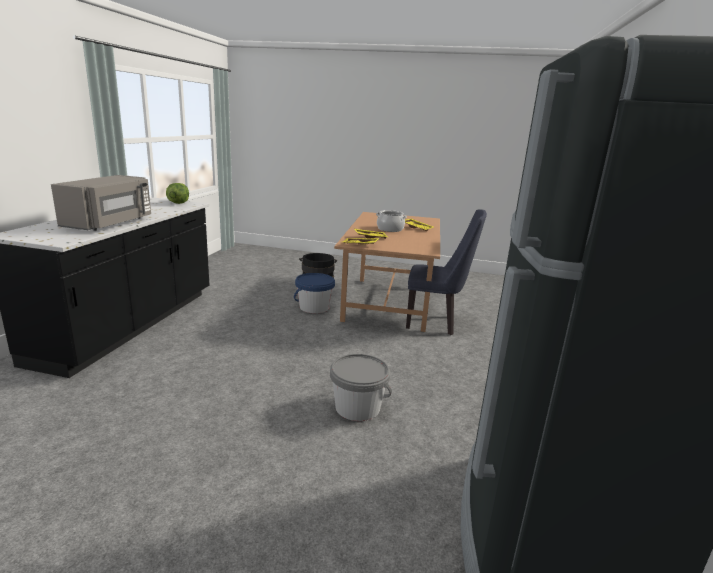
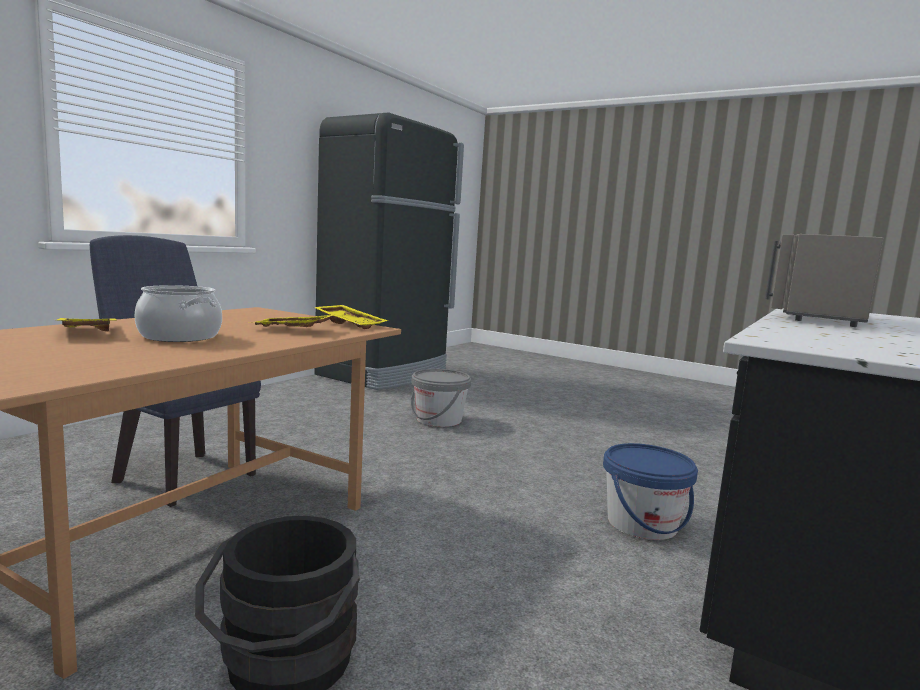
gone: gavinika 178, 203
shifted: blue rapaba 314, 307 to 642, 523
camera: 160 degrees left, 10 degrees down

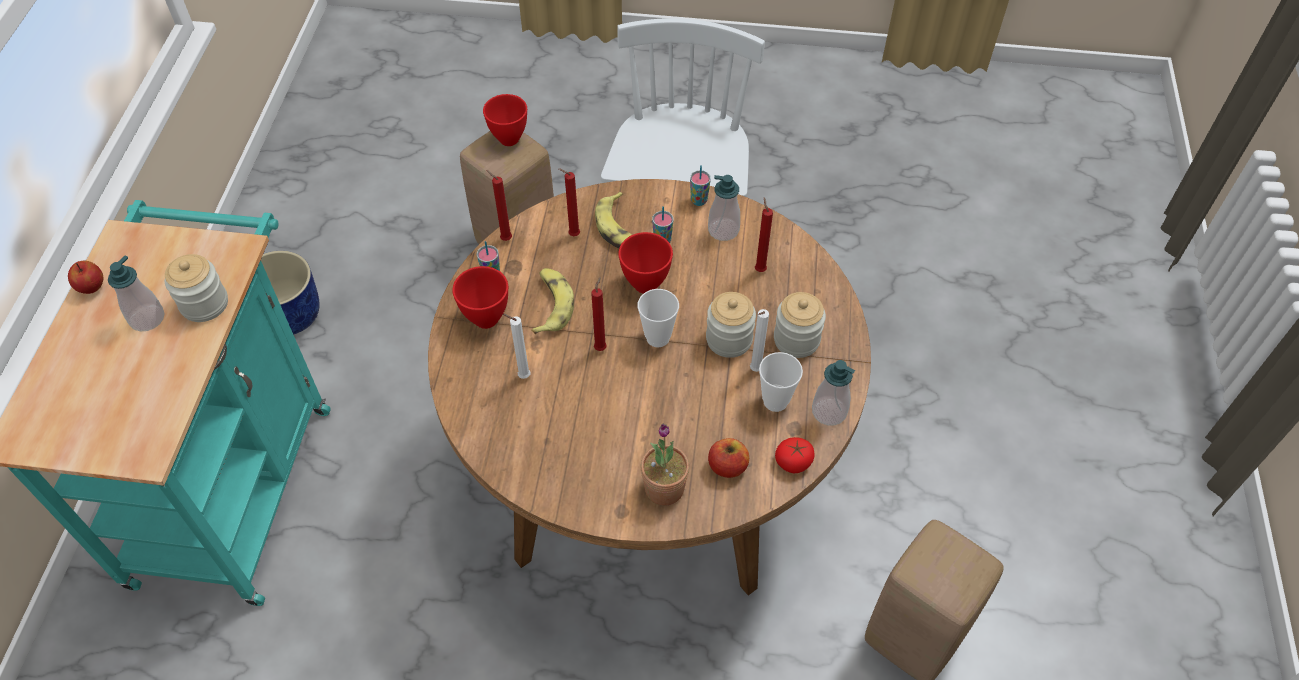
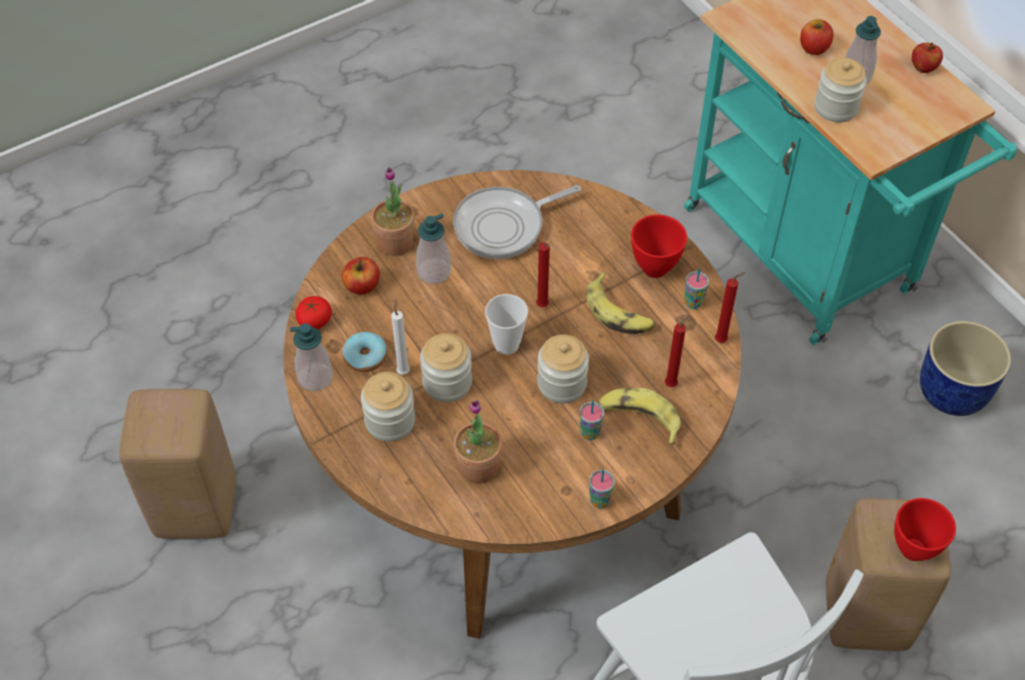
gone: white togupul 522, 376
new: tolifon 814, 48; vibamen 504, 226
shifted: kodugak 723, 230 to 434, 271
swapped: red togupul 759, 269 to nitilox 478, 467; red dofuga 647, 284 to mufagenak 562, 383; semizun 775, 401 to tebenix 365, 357
camera: 140 degrees right, 0 degrees up

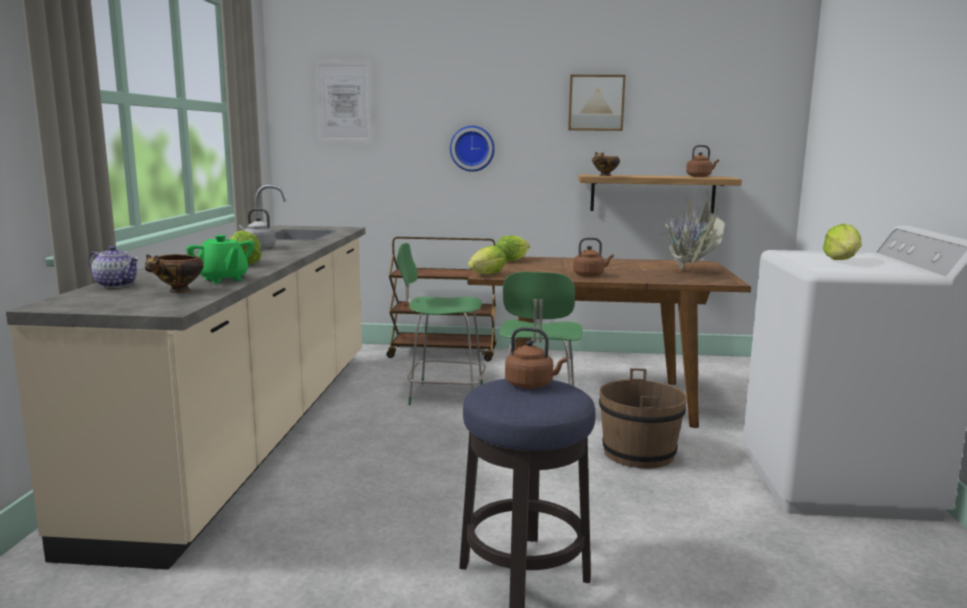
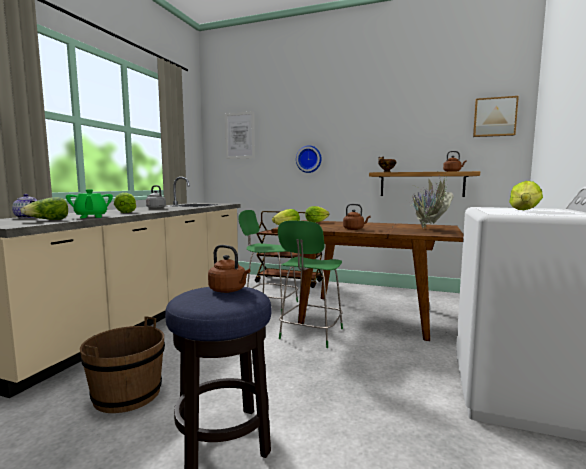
shifted: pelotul 596, 103 to 494, 117; brown rapaba 639, 454 to 127, 395
swapped: dofuga 178, 291 to gavinika 48, 220
camera: 15 degrees right, 5 degrees down

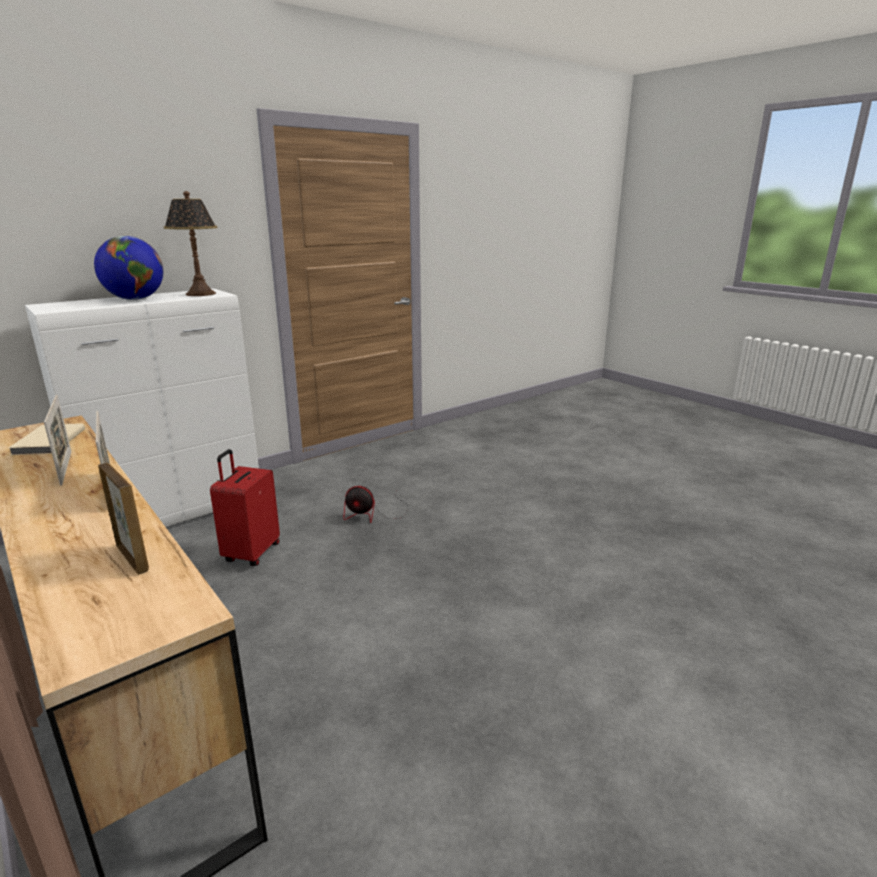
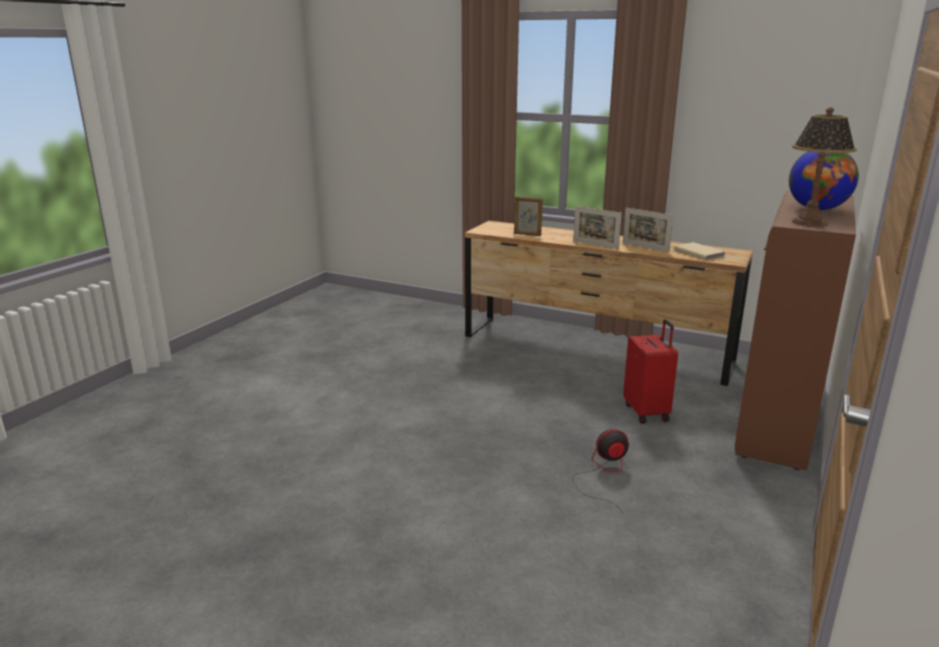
repainted: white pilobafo 177, 513 to brown pilobafo 776, 425
camera: 155 degrees right, 0 degrees up

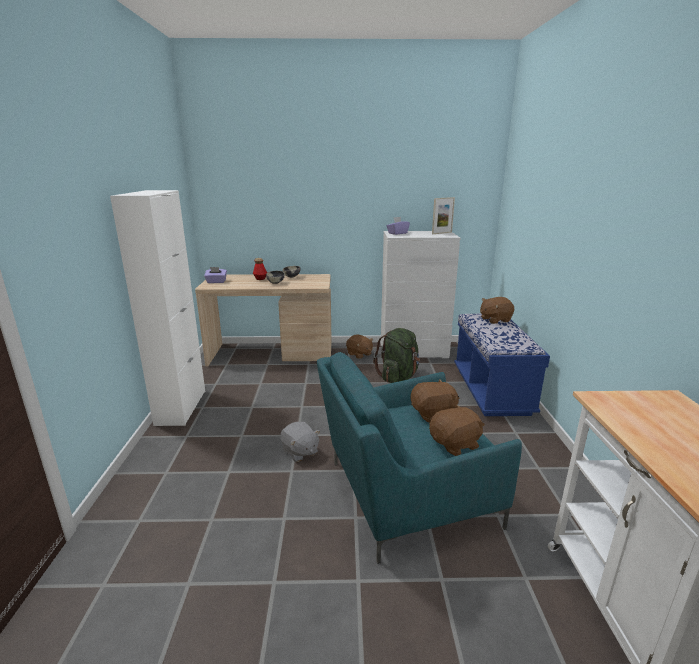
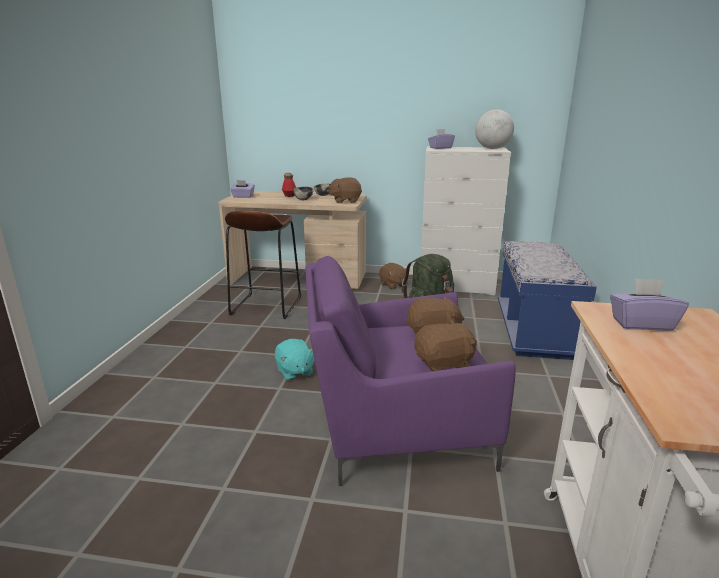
gone: white pilobafo 181, 407
new: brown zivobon 266, 306; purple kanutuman 641, 324
shifted: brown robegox 494, 319 to 345, 201
swapped: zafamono 442, 233 to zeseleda 492, 148
repainted: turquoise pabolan 404, 494 to purple pabolan 393, 423; grey robegox 300, 452 to turquoise robegox 294, 372
camera: 10 degrees right, 0 degrees up

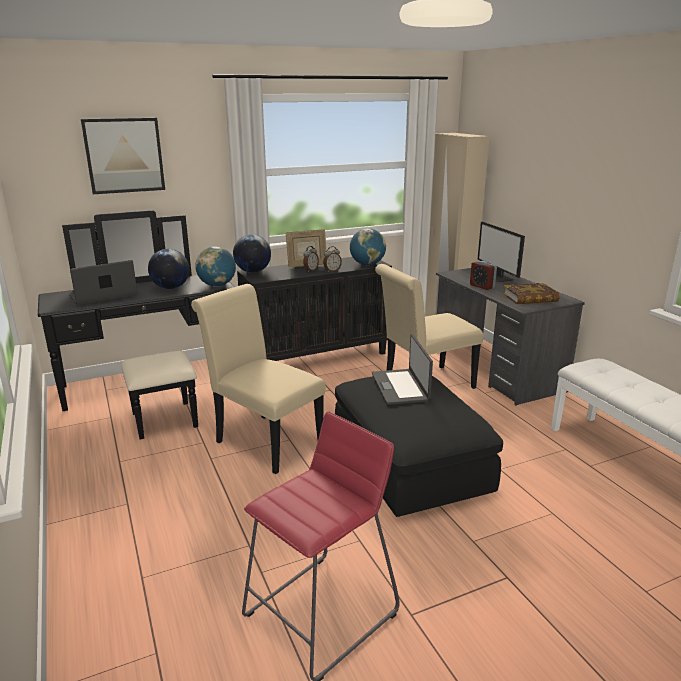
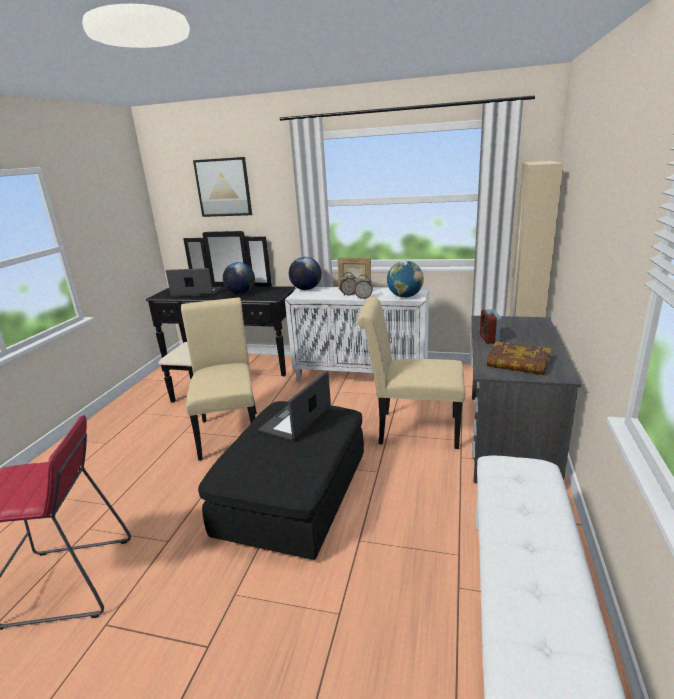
gone: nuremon 497, 277; zeseleda 217, 285
repainted: black pilobafo 317, 357 to white pilobafo 362, 375
camera: 40 degrees right, 0 degrees up

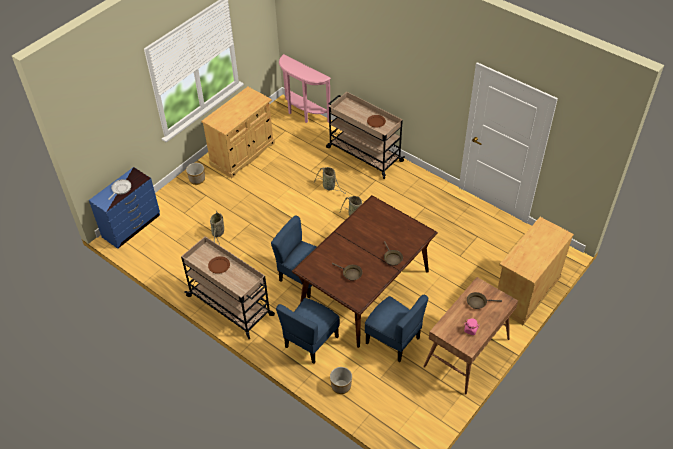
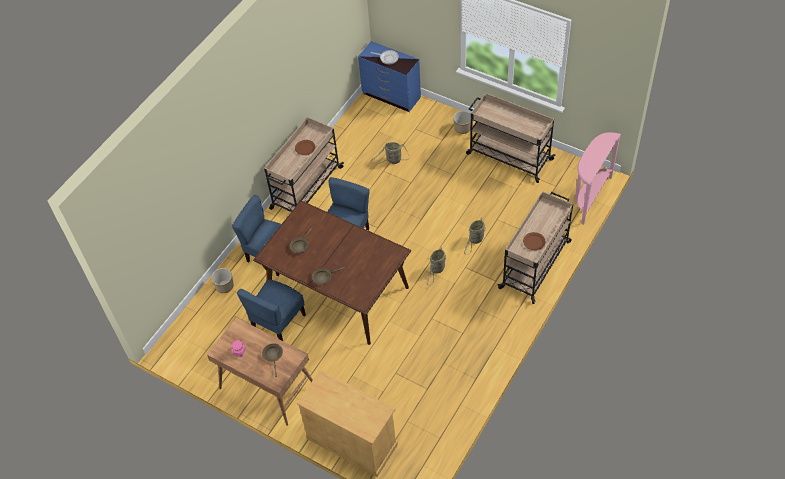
swapped: beige pilobafo 242, 154 to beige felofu 508, 156
camera: 85 degrees right, 5 degrees up

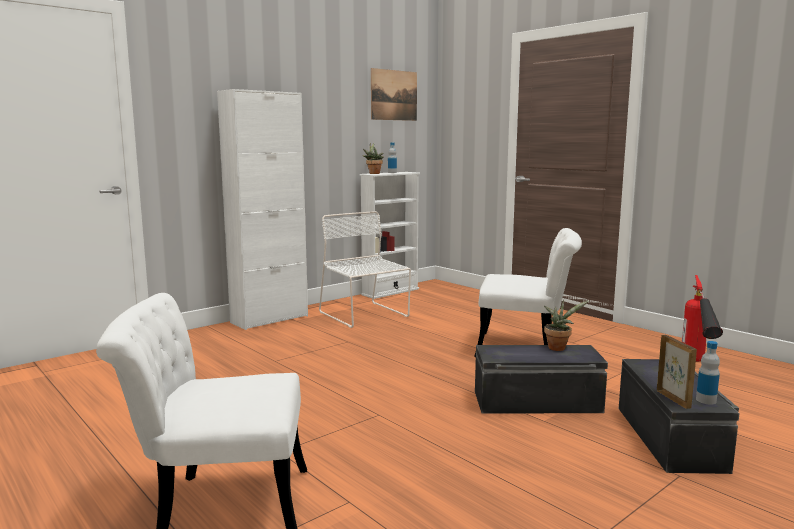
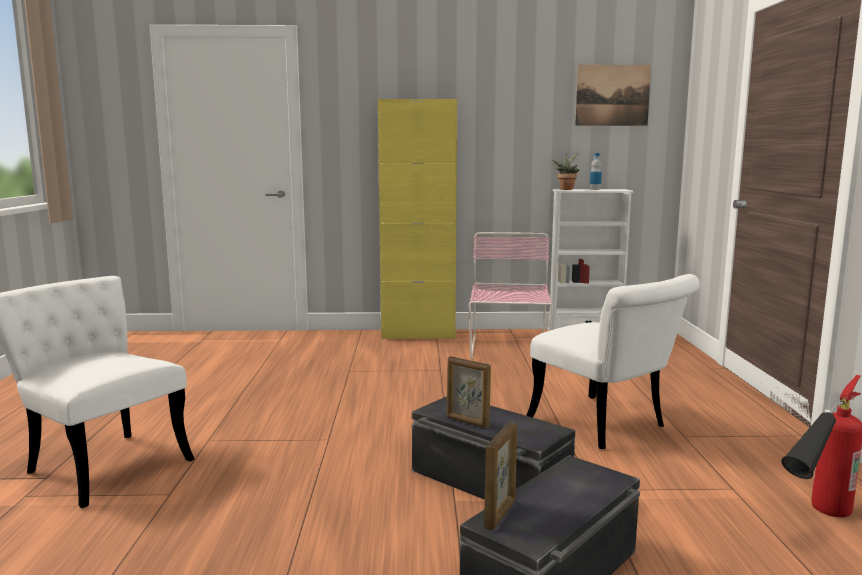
gone: nitilox 558, 347; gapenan 706, 400
new: zafamono 467, 422
repainted: white pilobafo 269, 319 to yellow pilobafo 418, 335; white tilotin 365, 315 to pink tilotin 508, 350
camera: 40 degrees right, 0 degrees up

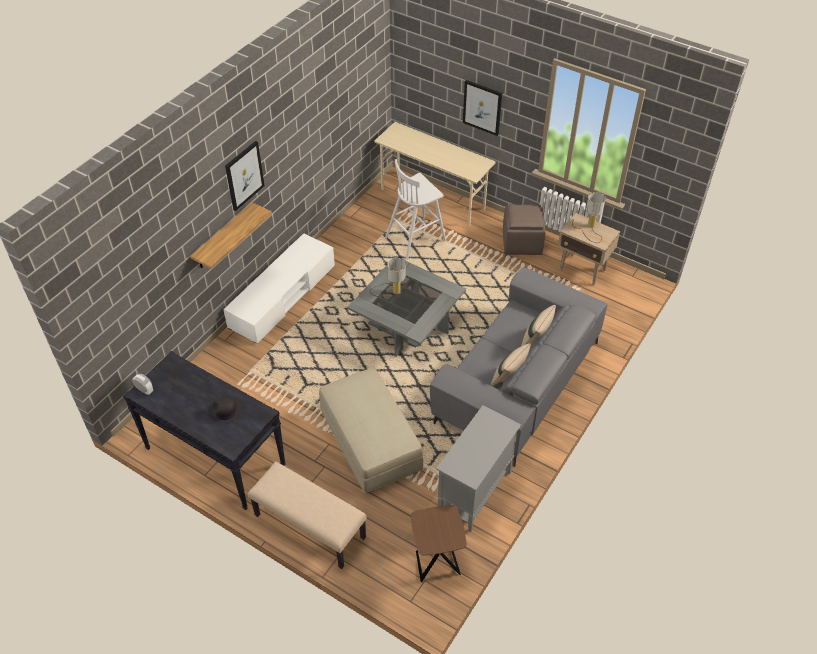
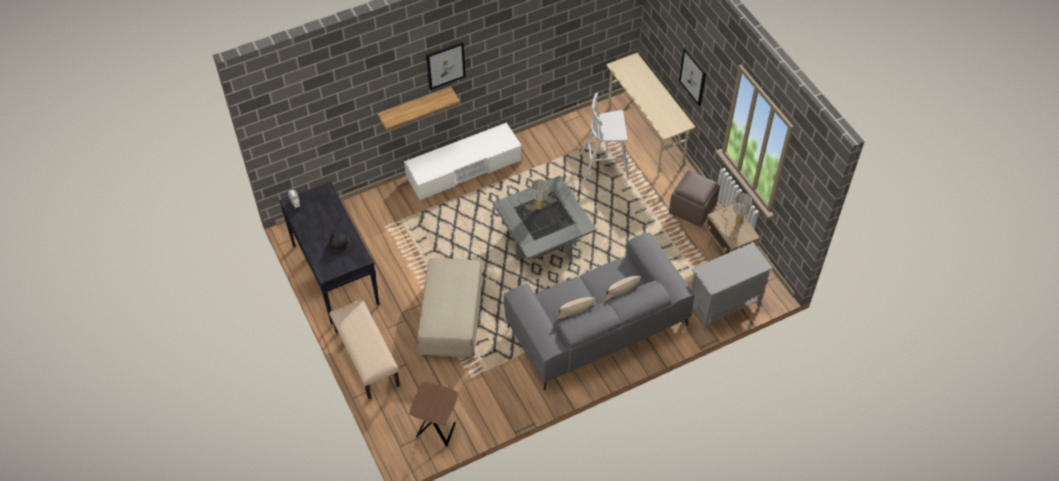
shifted: grey pilobafo 474, 493 to 722, 307
camera: 30 degrees right, 5 degrees up

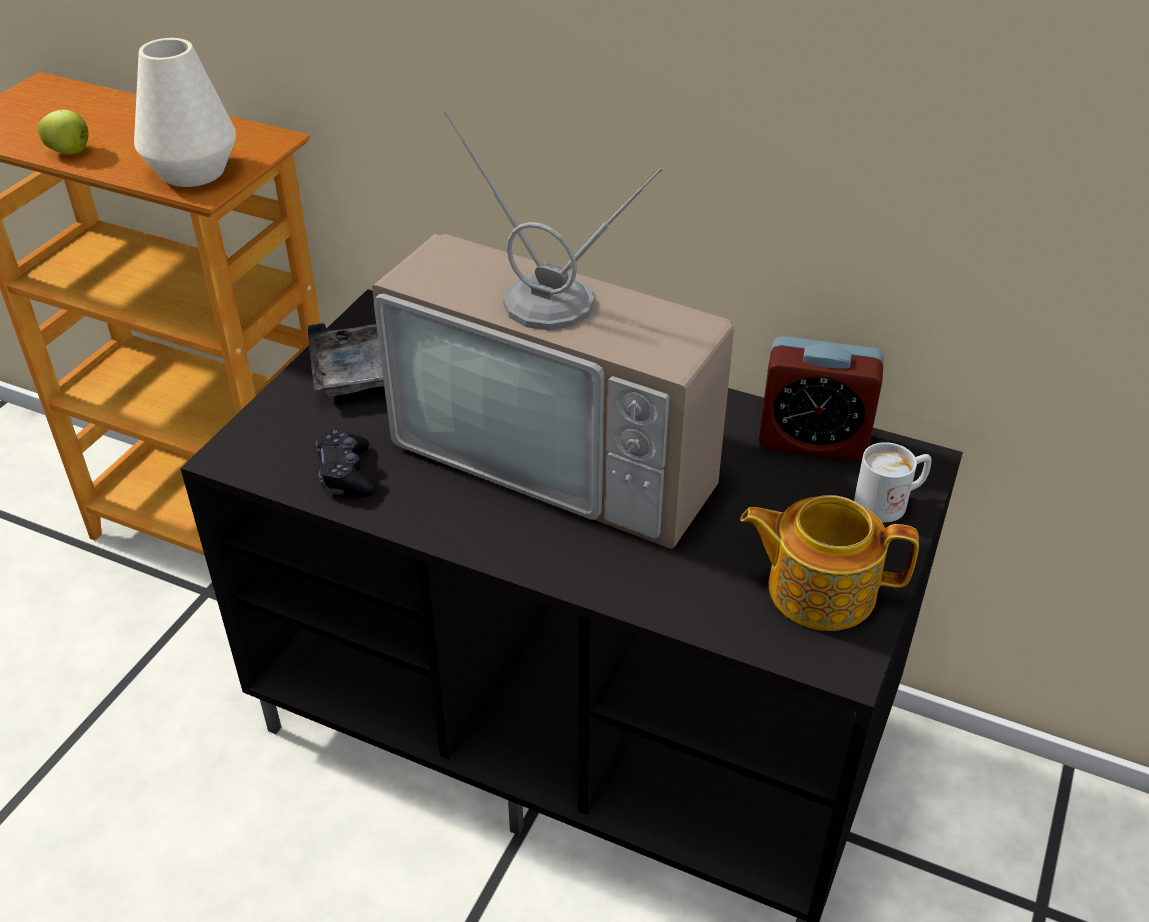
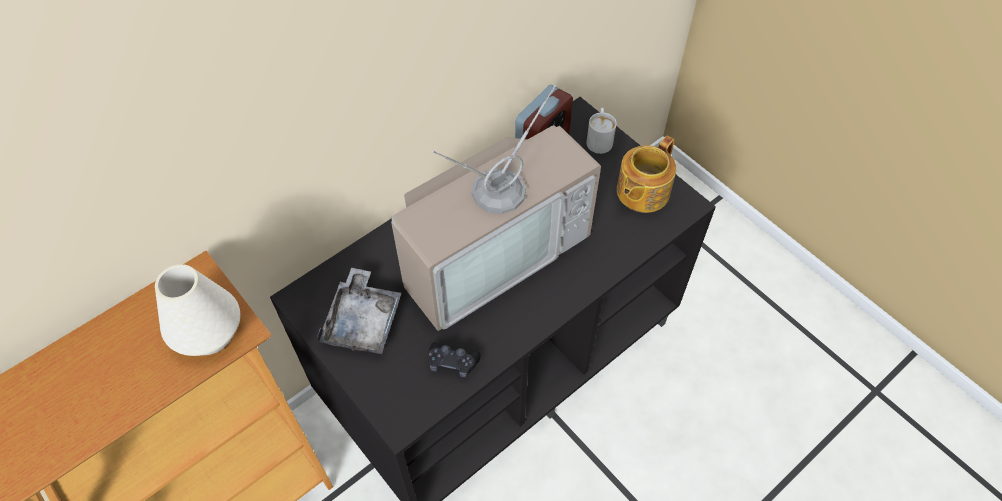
gone: tolifon 71, 152
camera: 65 degrees left, 15 degrees up

